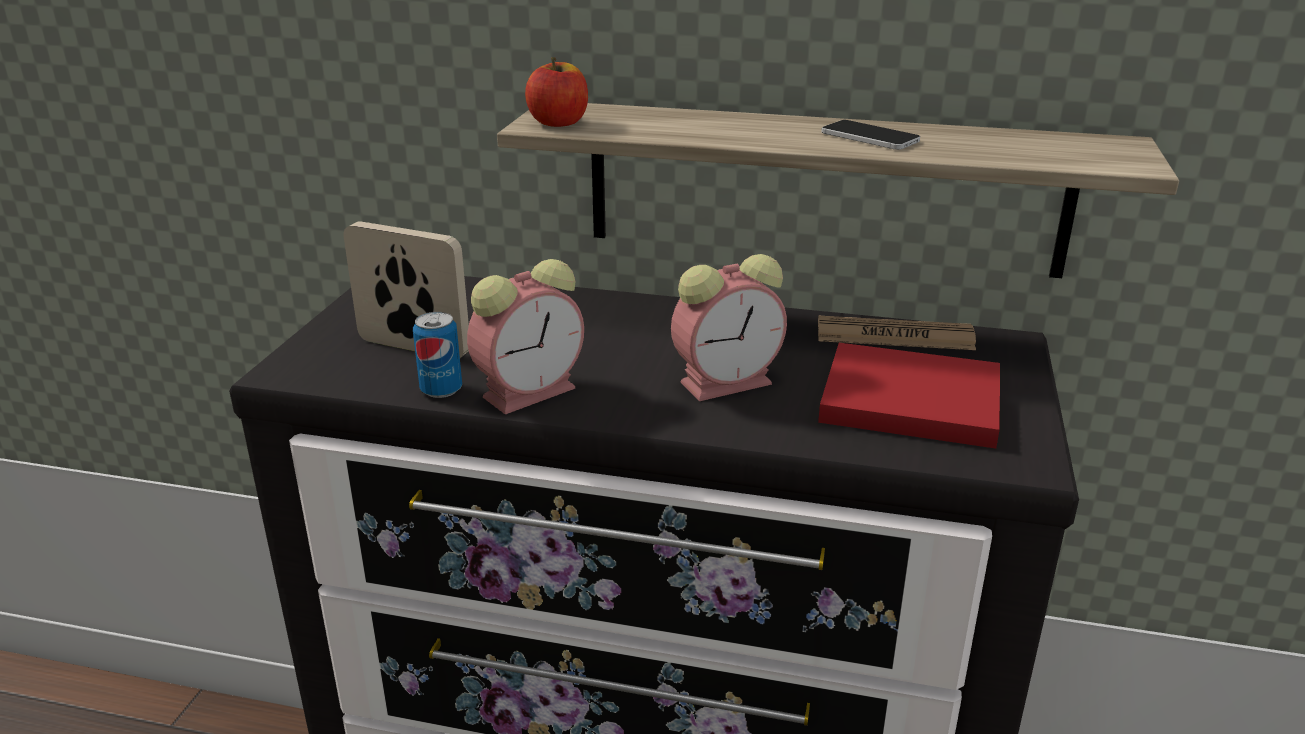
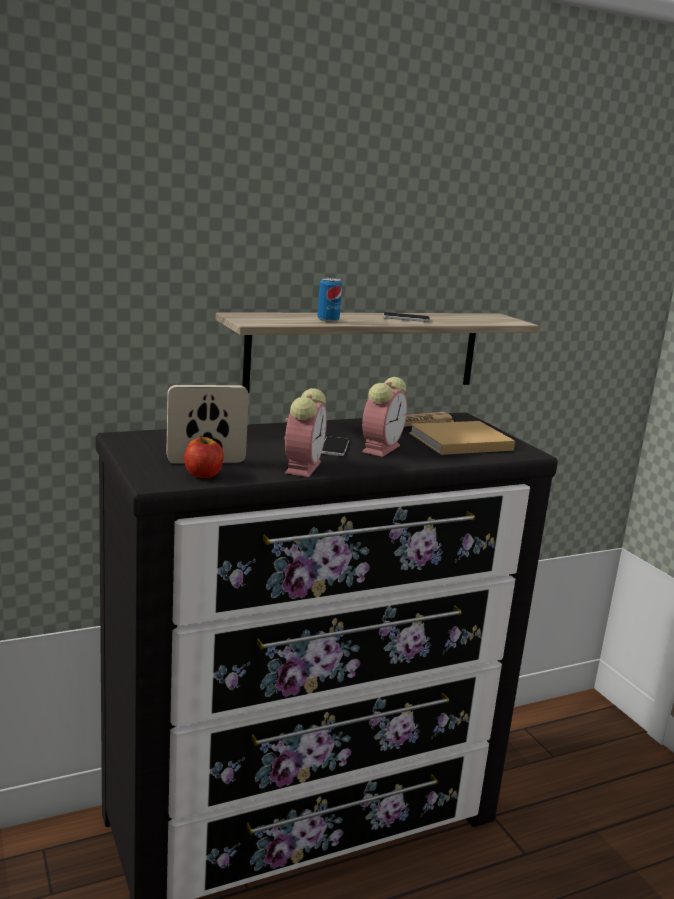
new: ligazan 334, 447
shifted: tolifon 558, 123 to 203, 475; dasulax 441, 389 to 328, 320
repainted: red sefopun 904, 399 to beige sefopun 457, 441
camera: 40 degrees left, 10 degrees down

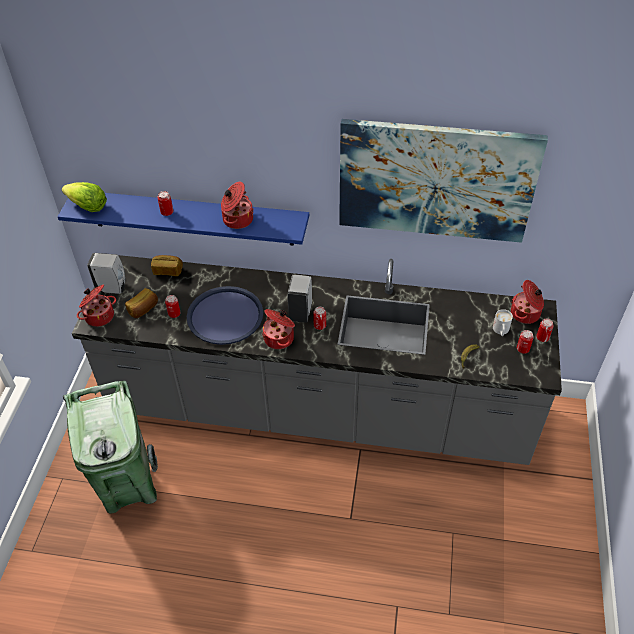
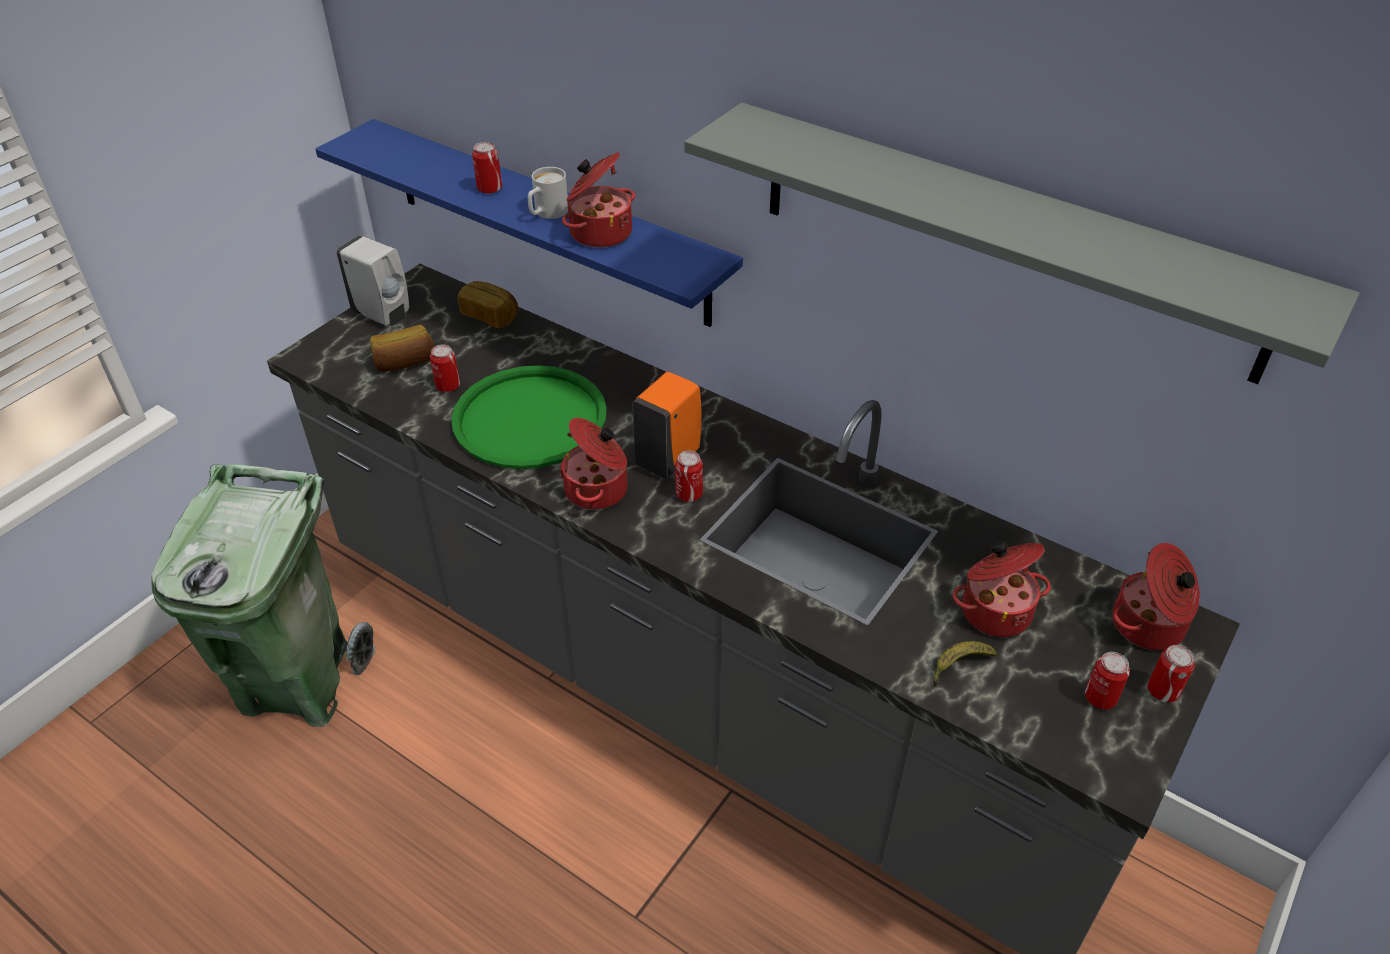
gone: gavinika 88, 207
shifted: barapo 99, 316 to 995, 610; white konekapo 501, 331 to 547, 213
swapped: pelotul 436, 180 to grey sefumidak 1002, 238
repainted: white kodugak 300, 312 to orange kodugak 669, 458; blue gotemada 225, 316 to green gotemada 530, 419
camera: 25 degrees right, 5 degrees down

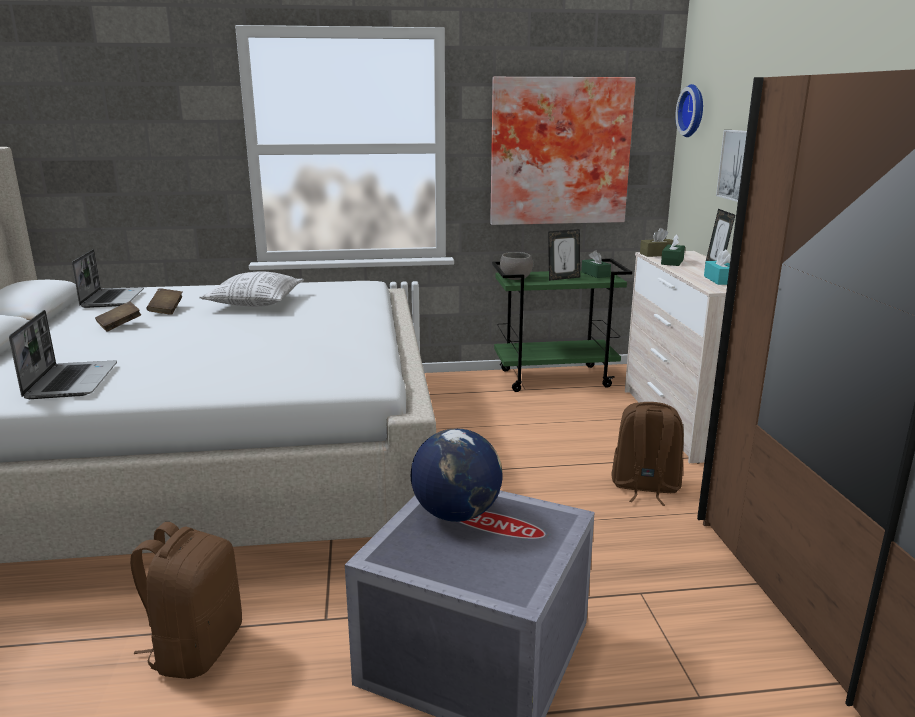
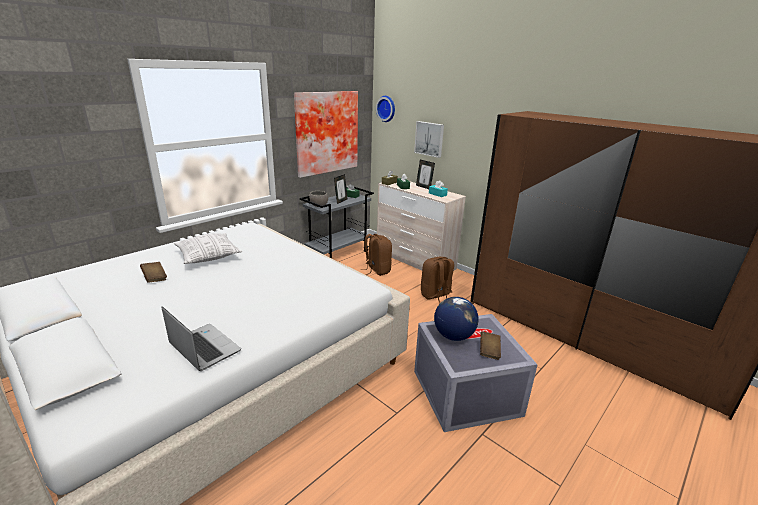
gone: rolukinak 112, 299
shifted: brown sefopun 120, 326 to 489, 351; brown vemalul 196, 648 to 376, 270
repainted: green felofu 555, 378 to grey felofu 338, 253
camera: 40 degrees left, 5 degrees up

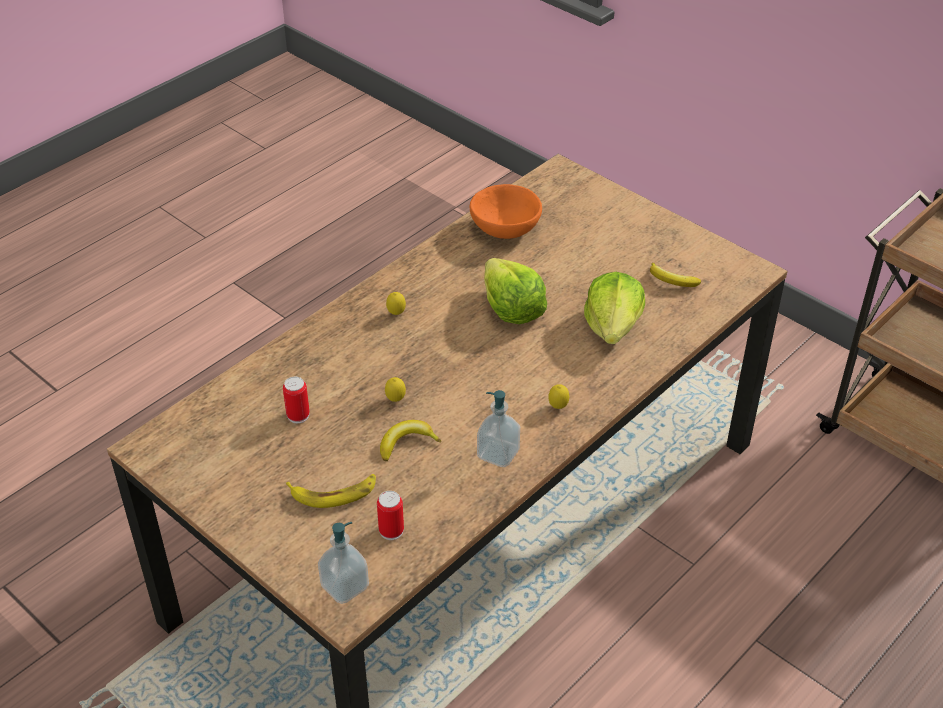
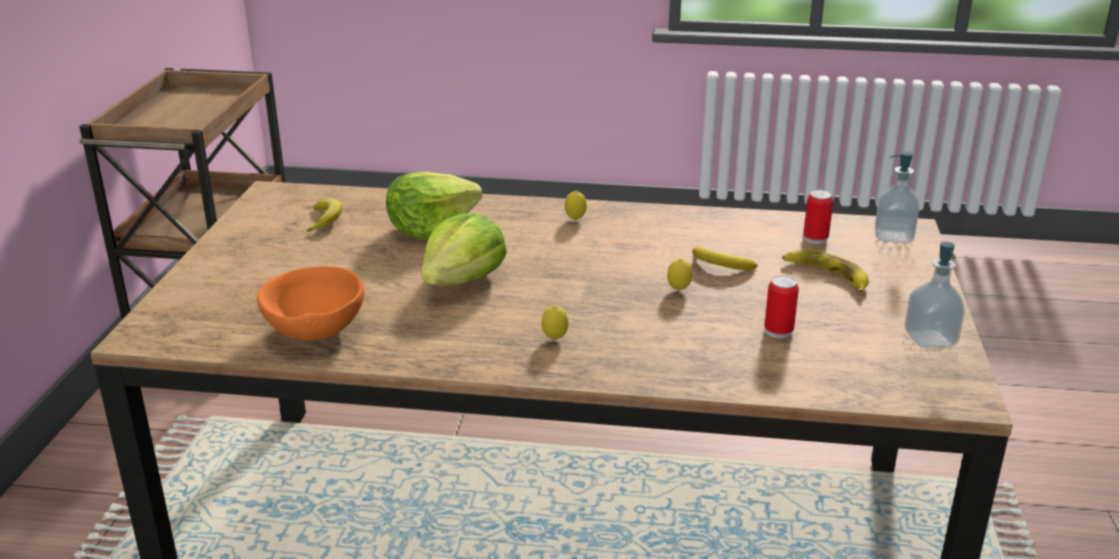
shifted: kodugak 498, 454 to 930, 338
camera: 125 degrees left, 15 degrees down

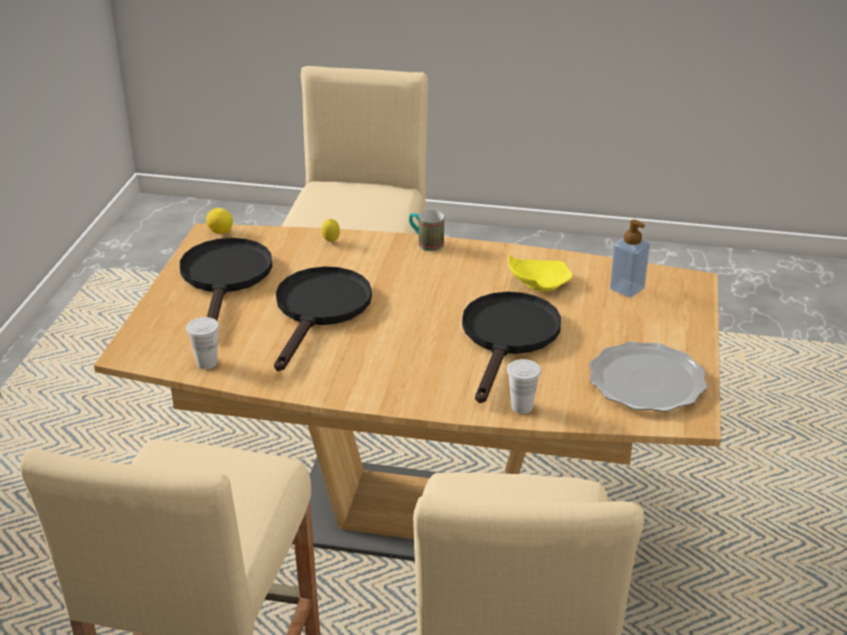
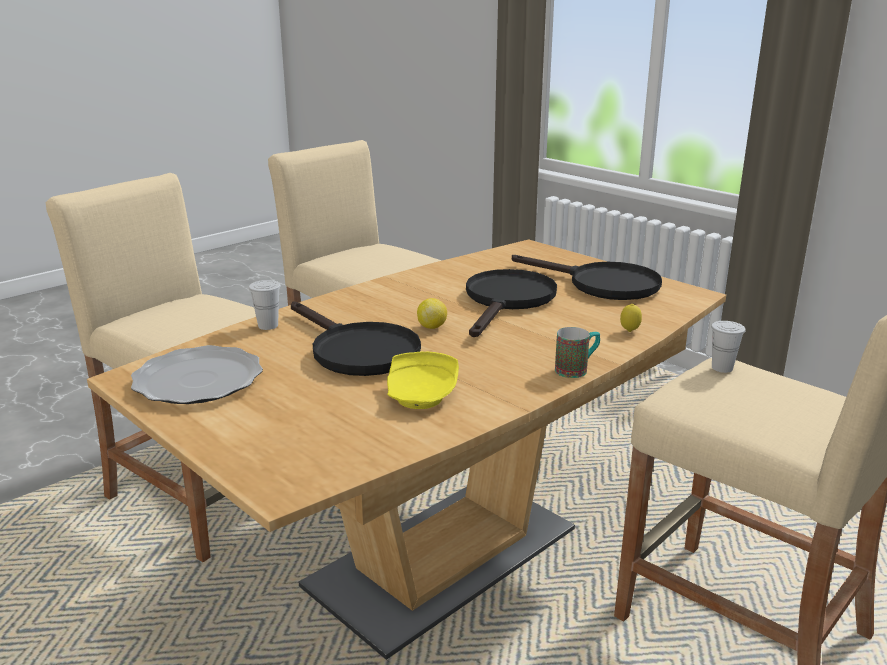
gone: kodugak 627, 289
shifted: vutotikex 220, 232 to 432, 327; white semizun 207, 363 to 722, 368
rotated: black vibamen 320, 310 = 507, 301 120 degrees counterclockwise
camera: 125 degrees right, 10 degrees down

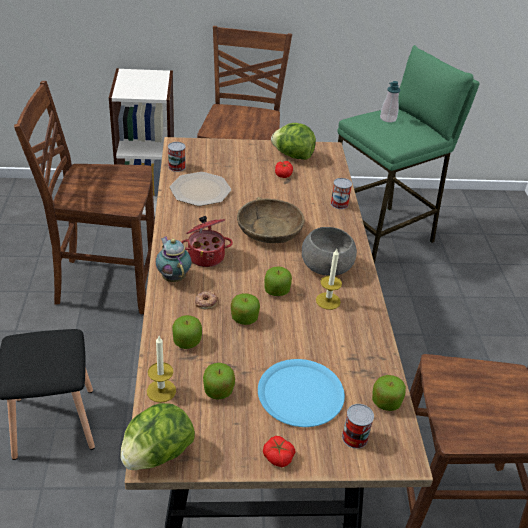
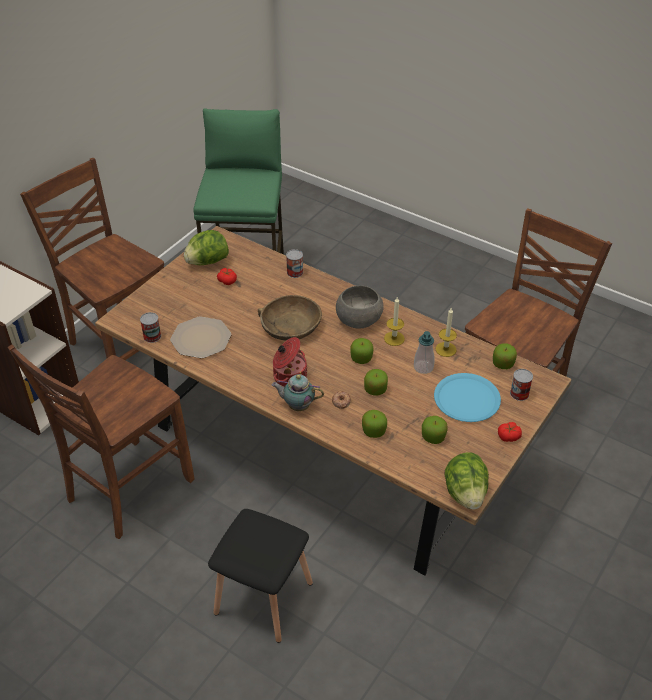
shifted: kodugak 388, 119 to 423, 367; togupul 161, 391 to 445, 349
camera: 50 degrees left, 5 degrees up

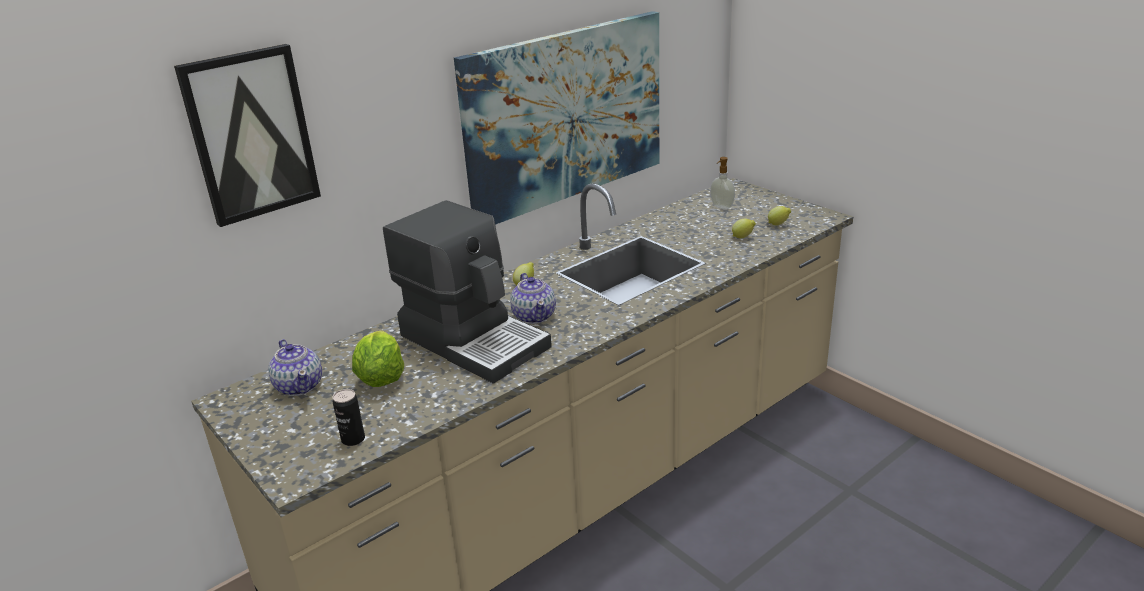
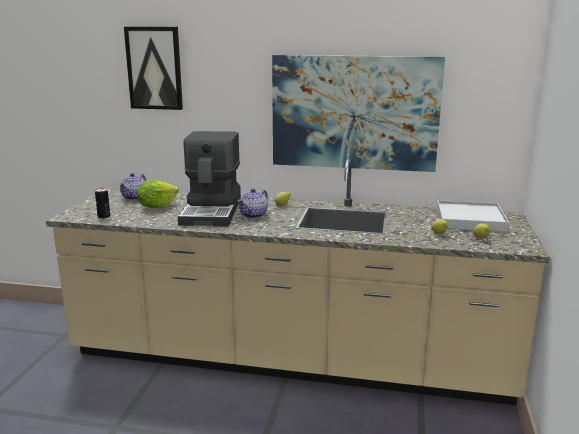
swapped: kodugak 721, 207 to white gotemada 470, 219
camera: 50 degrees right, 10 degrees down

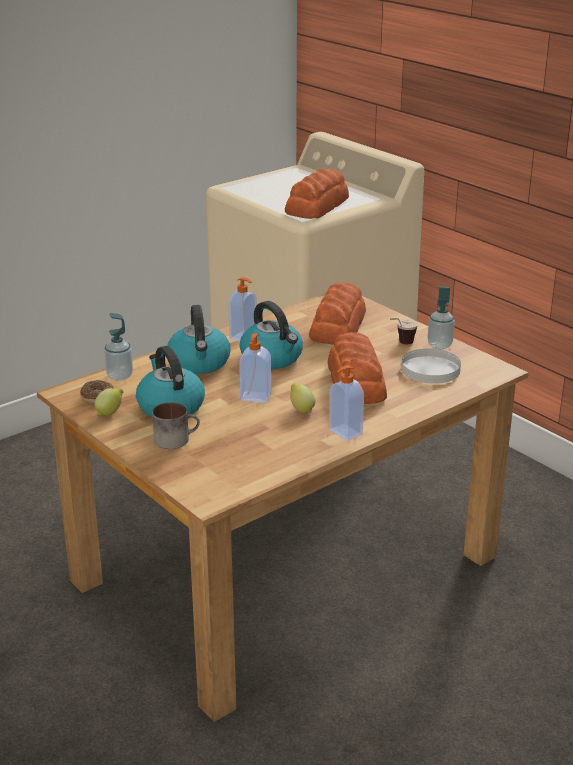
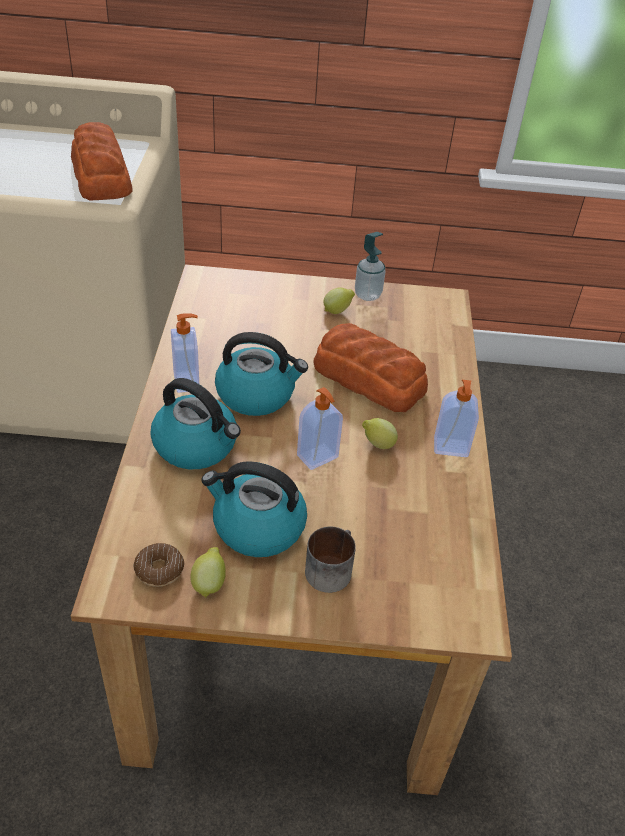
gone: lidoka 338, 325; kodugak 120, 376; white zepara 431, 369
swapped: semizun 400, 344 to vutotikex 337, 311
camera: 50 degrees left, 15 degrees up

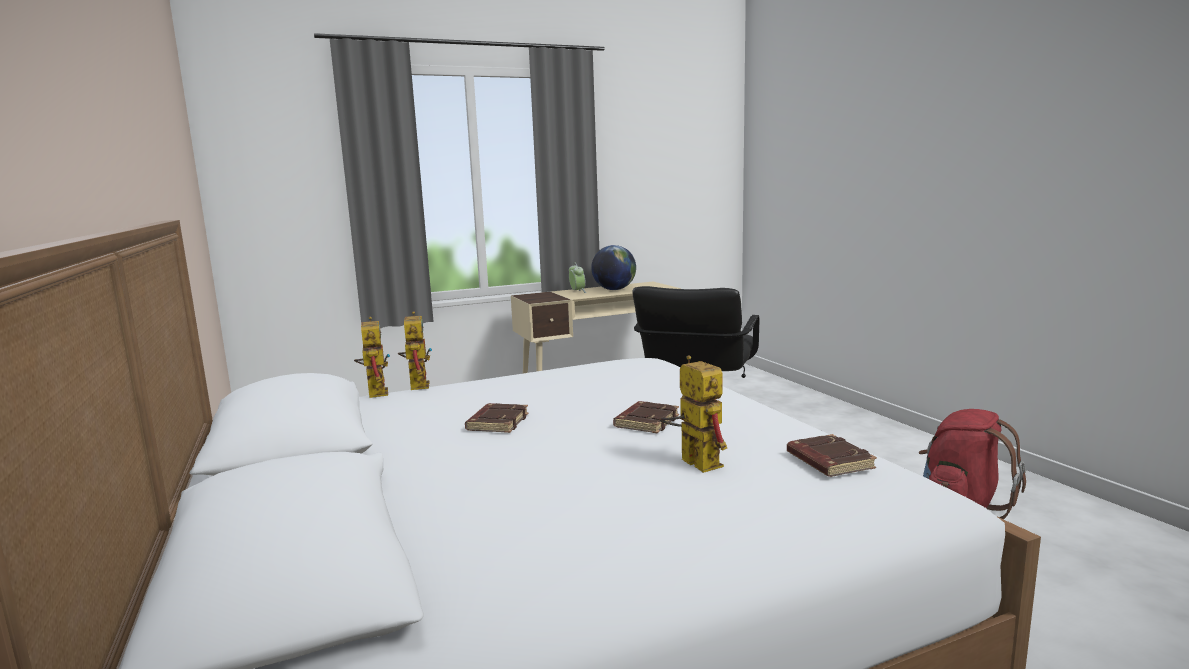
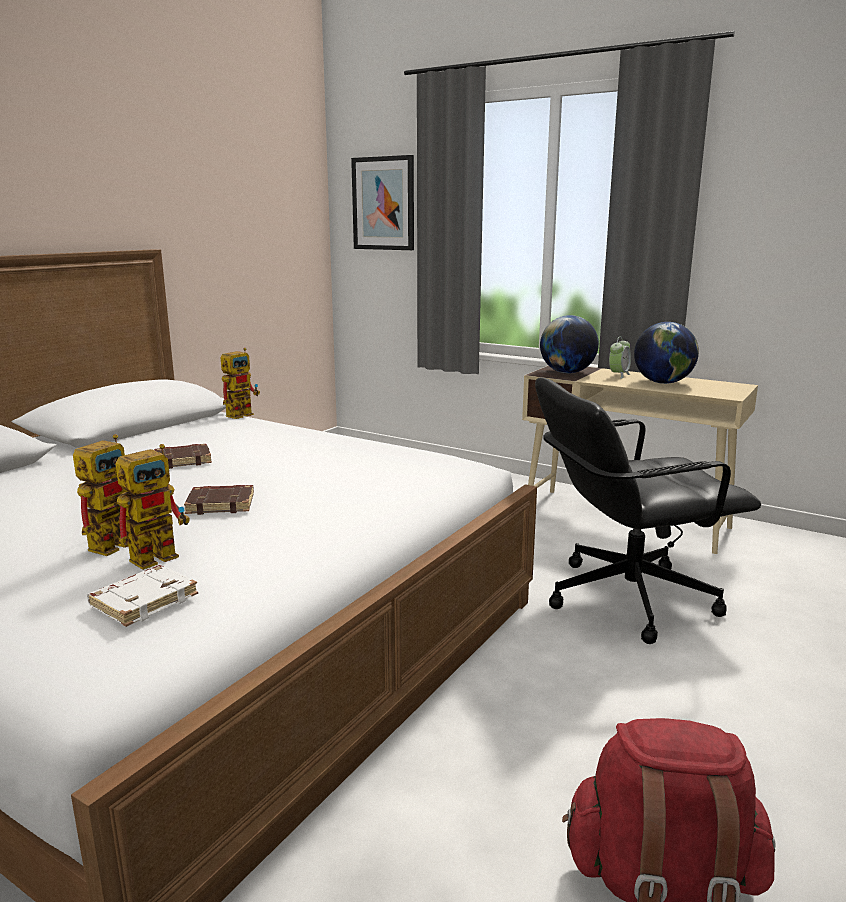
new: pelotul 383, 203; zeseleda 567, 372
shifted: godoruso 417, 384 to 161, 554
repainted: brown sefopun 828, 461 to white sefopun 144, 600
camera: 55 degrees right, 5 degrees up

